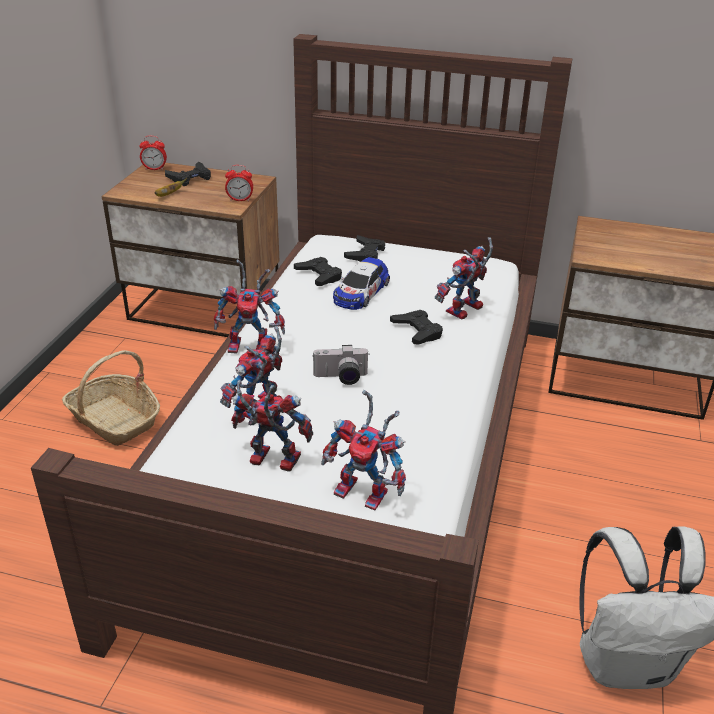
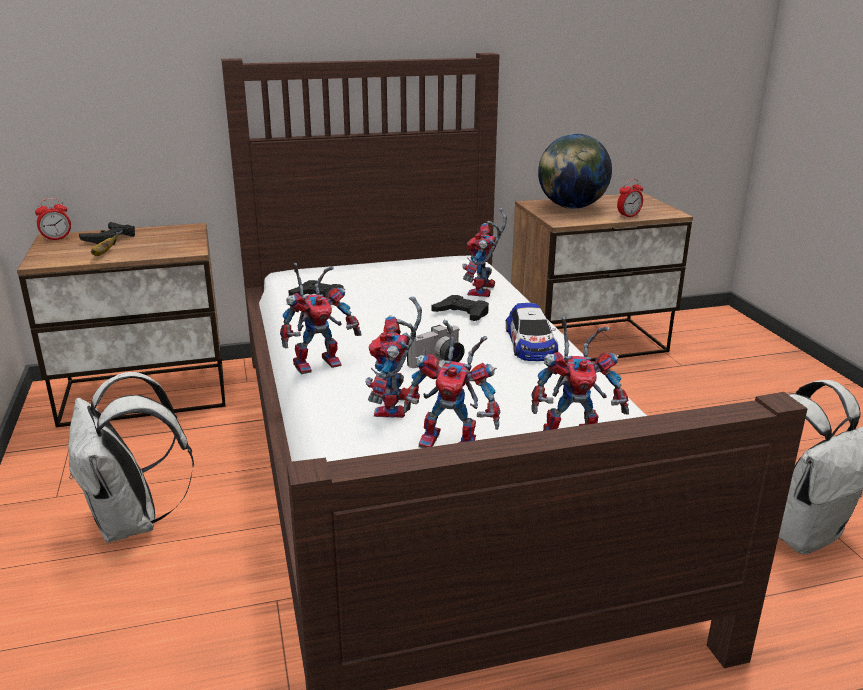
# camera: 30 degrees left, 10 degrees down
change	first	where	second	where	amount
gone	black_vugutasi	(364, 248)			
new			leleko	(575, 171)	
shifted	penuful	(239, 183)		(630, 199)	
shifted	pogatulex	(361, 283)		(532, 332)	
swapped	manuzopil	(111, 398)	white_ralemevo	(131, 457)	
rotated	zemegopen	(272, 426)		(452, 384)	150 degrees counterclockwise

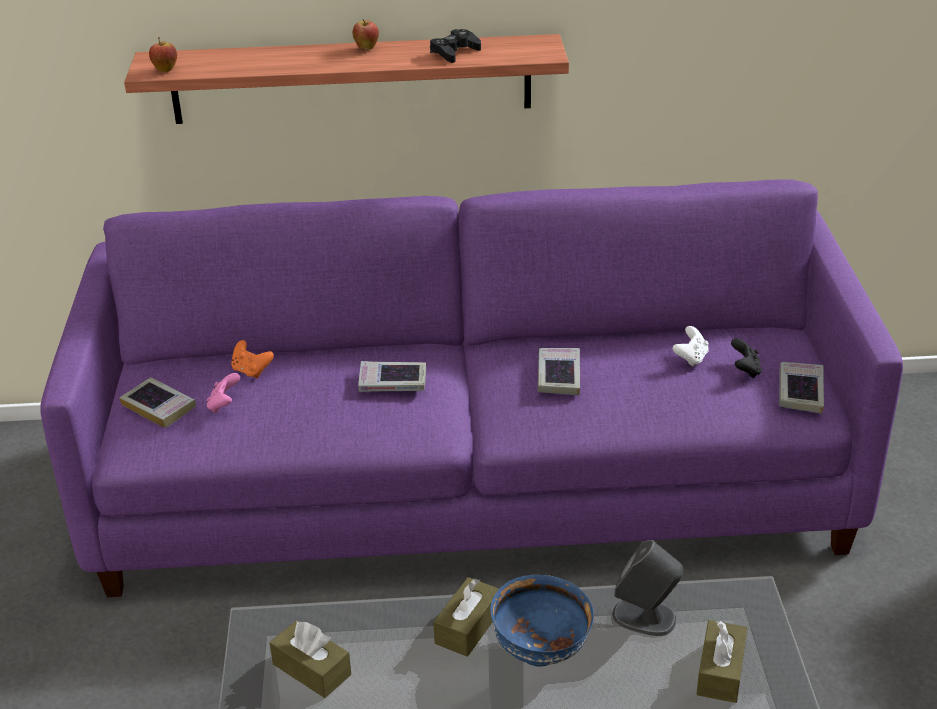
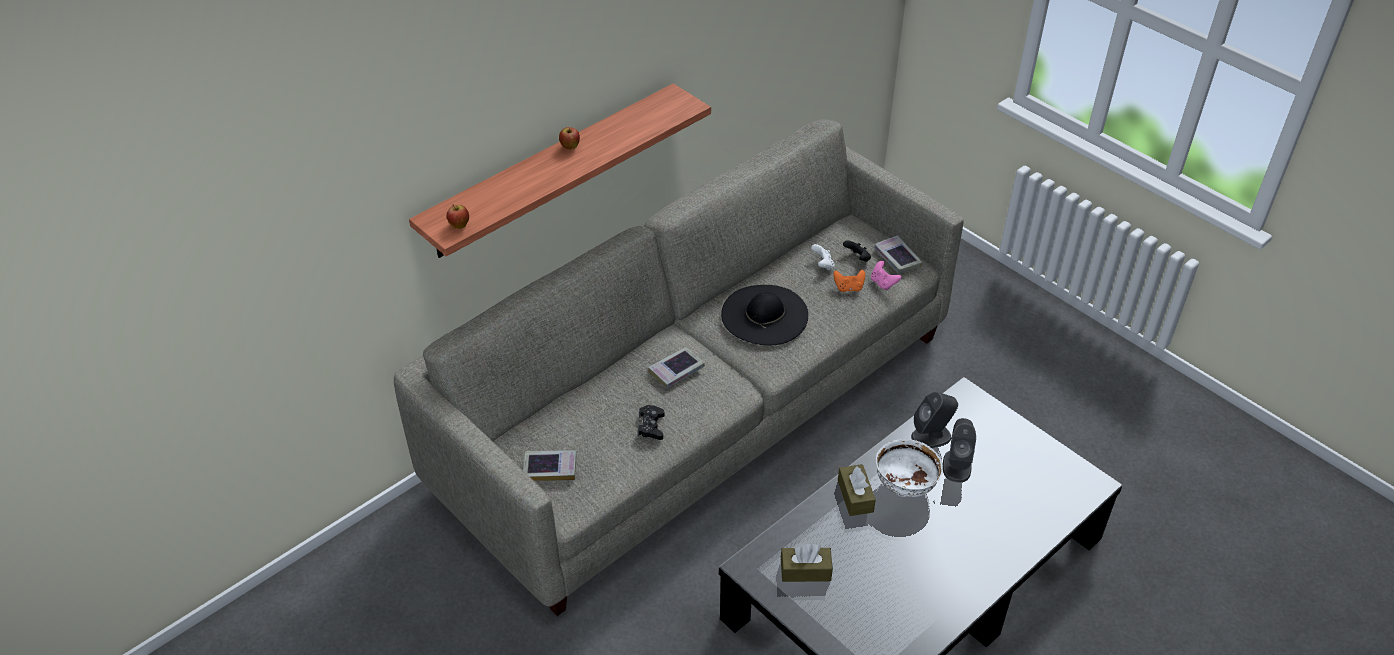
# camera: 40 degrees left, 10 degrees up
change	first	where	second	where	amount
gone	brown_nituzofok	(722, 661)			
new			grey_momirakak	(959, 450)	
shifted	pink_vugutasi	(223, 393)		(886, 275)	
shifted	orange_vugutasi	(252, 359)		(849, 280)	
shifted	black_vugutasi	(455, 46)		(651, 422)	
swapped	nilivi	(559, 372)	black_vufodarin	(764, 315)	
repainted	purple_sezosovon	(471, 388)	grey_sezosovon	(679, 368)	
repainted	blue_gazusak	(542, 621)	white_gazusak	(909, 468)	

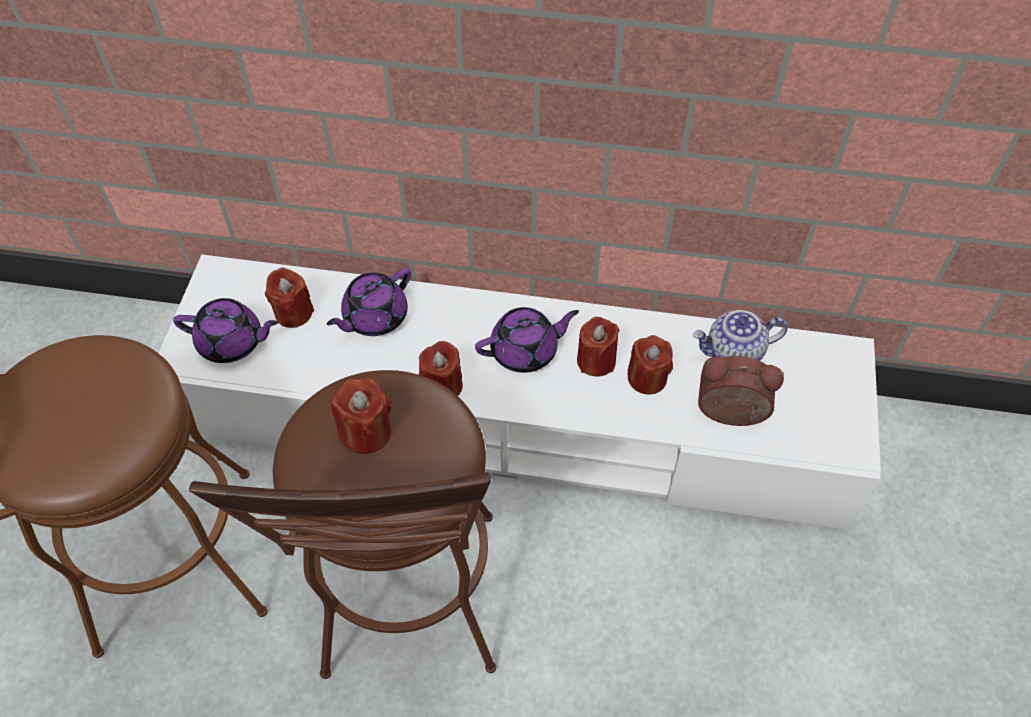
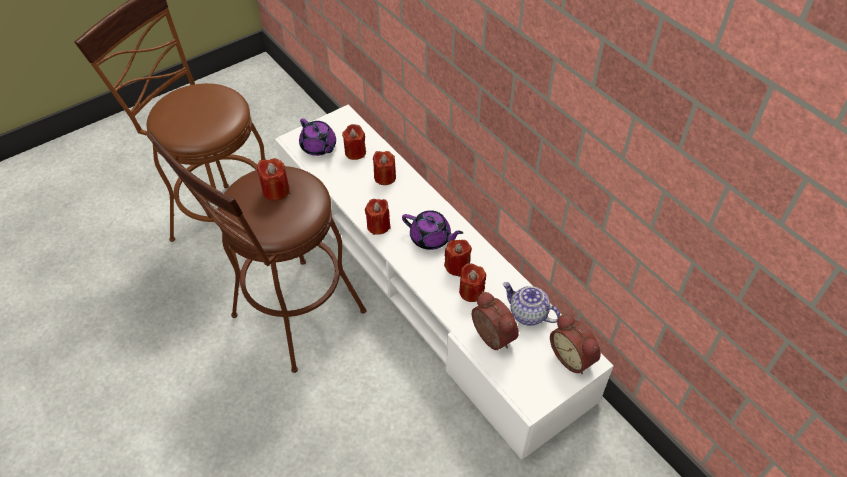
# camera: 45 degrees right, 5 degrees down
change	first	where	second	where	amount
new			penuful	(575, 344)	
swapped	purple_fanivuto	(369, 302)	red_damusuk	(384, 168)	

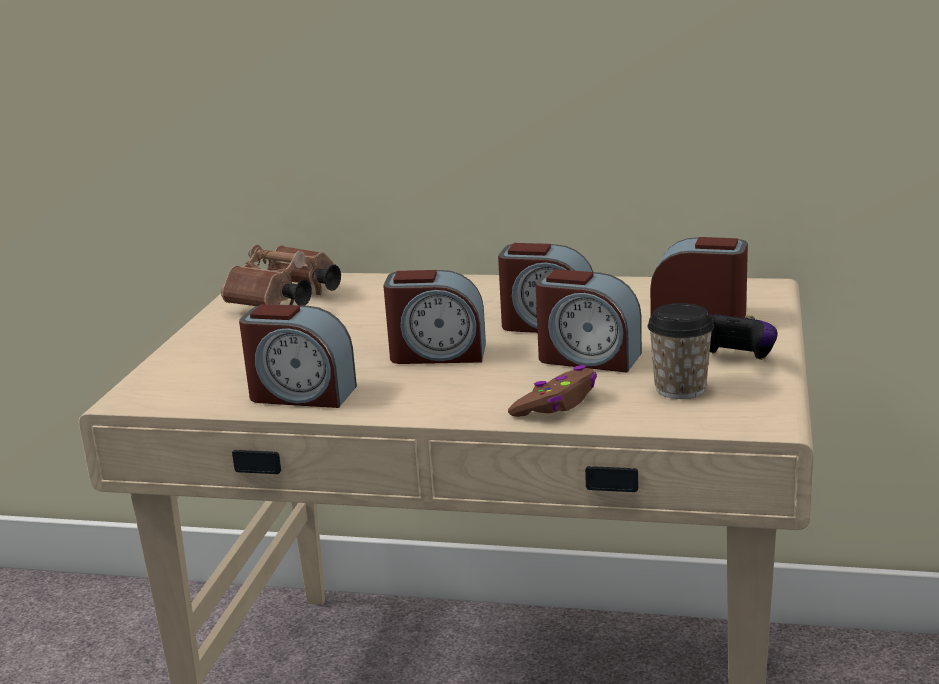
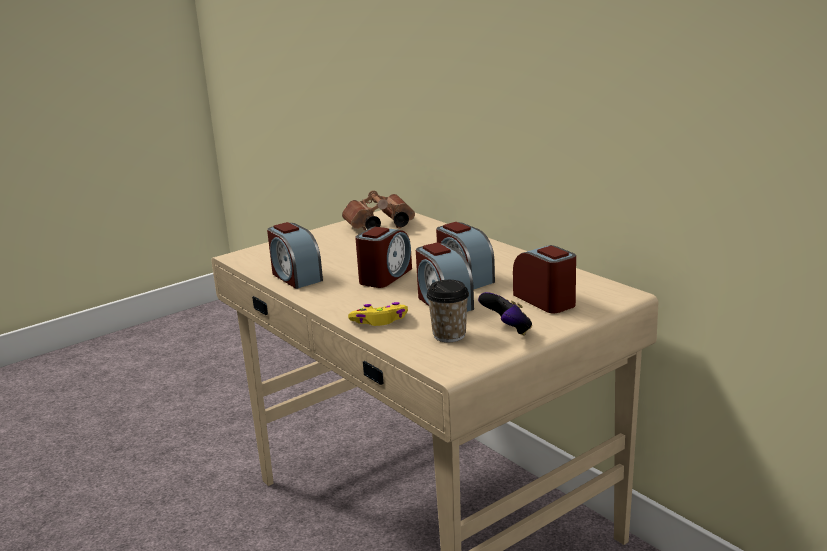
# camera: 40 degrees right, 0 degrees up
change	first	where	second	where	amount
repainted	brown_vugutasi	(552, 391)	yellow_vugutasi	(378, 314)	
rotated	penuful	(434, 317)		(383, 257)	105 degrees counterclockwise

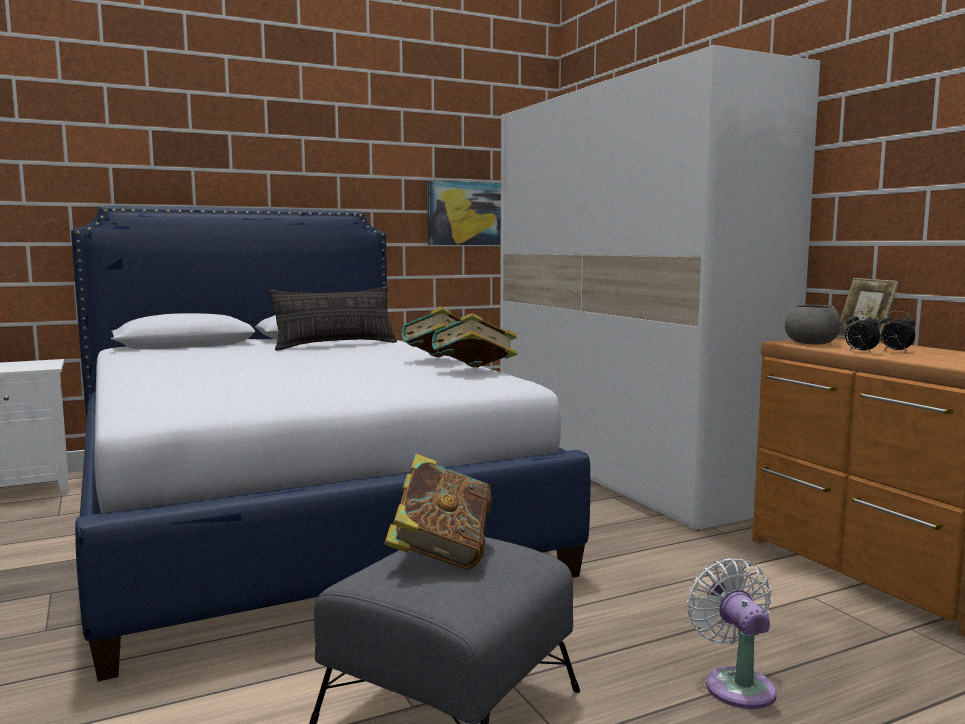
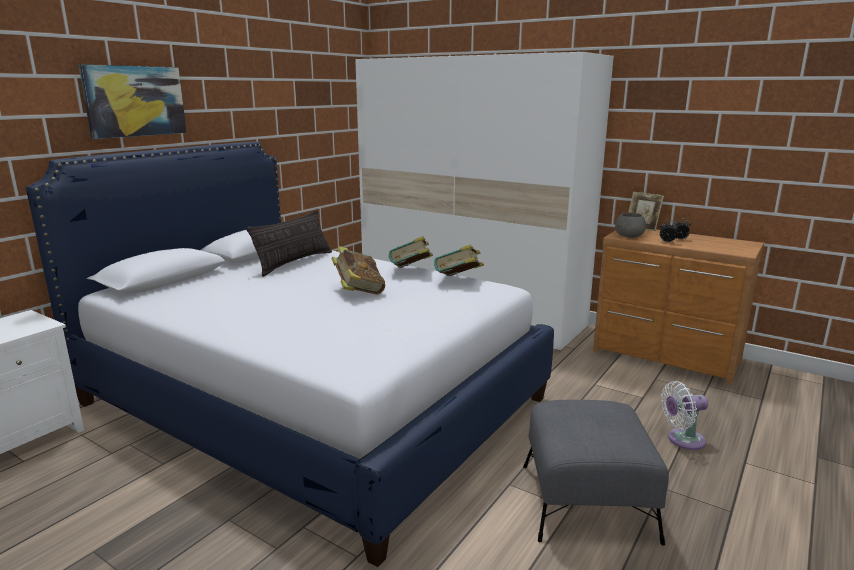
# camera: 30 degrees left, 10 degrees up
change	first	where	second	where	amount
shifted	nilivi	(438, 512)		(358, 270)	
shifted	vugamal	(464, 213)		(132, 101)	
rotated	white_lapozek	(732, 633)		(684, 415)	60 degrees counterclockwise

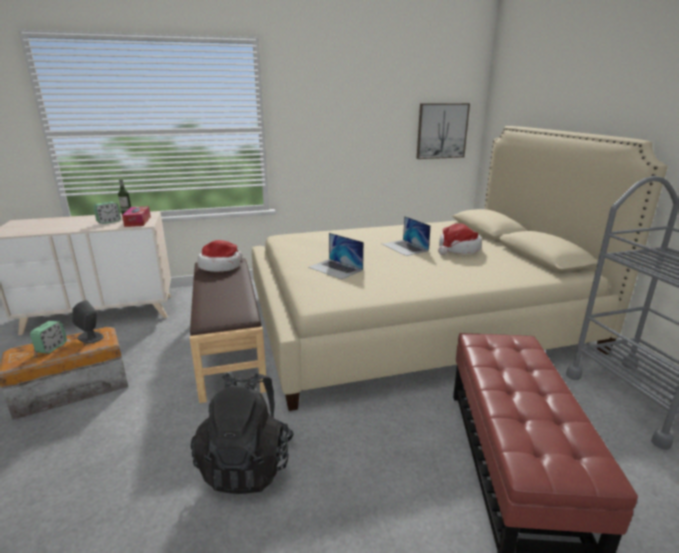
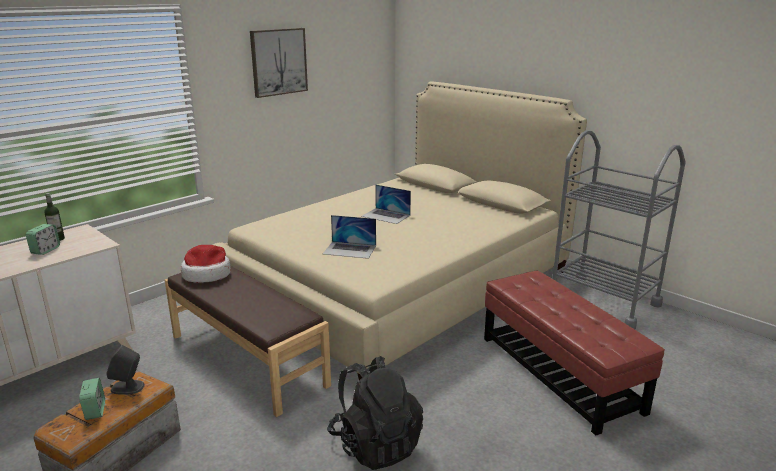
# camera: 30 degrees left, 0 degrees up
change	first	where	second	where	amount
gone	nituzofok	(136, 216)			
gone	vufodarin	(460, 239)			
shifted	vugamal	(443, 131)		(279, 63)	

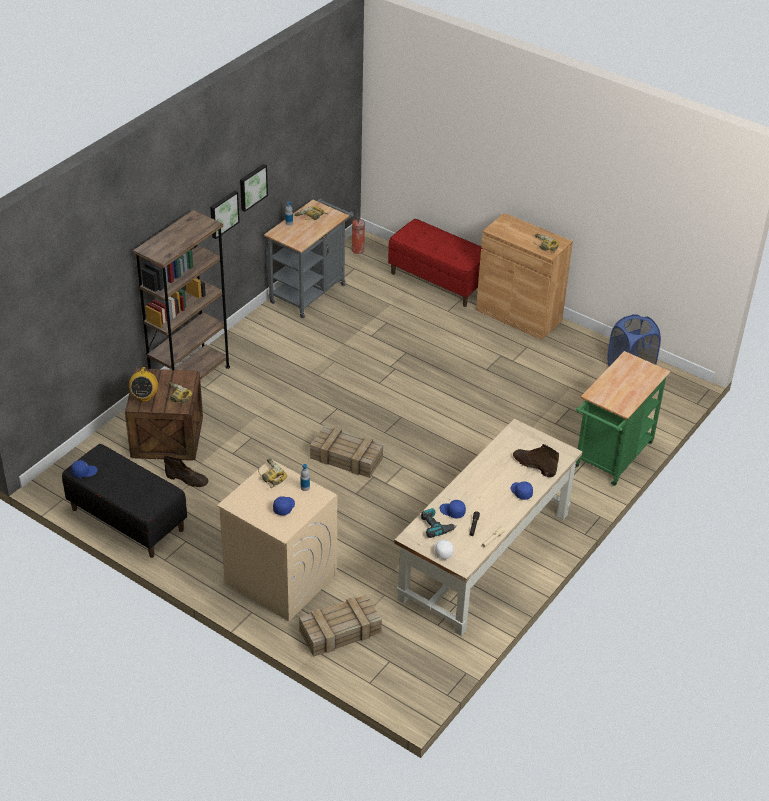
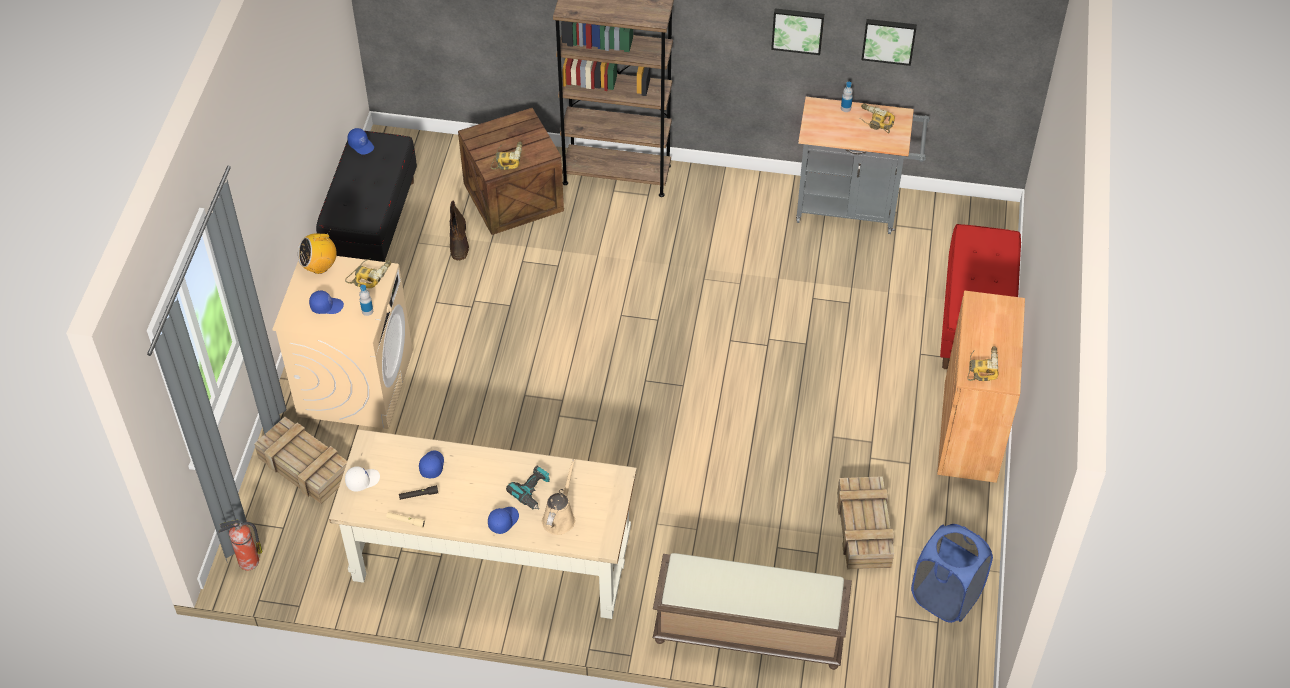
# camera: 65 degrees right, 10 degrees up
change	first	where	second	where	amount
shifted	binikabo	(143, 384)		(317, 253)	
shifted	vugamal	(225, 214)		(889, 42)	
shifted	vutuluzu	(346, 452)		(865, 522)	
shifted	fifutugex	(358, 233)		(240, 545)	
shifted	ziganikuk	(439, 523)		(528, 487)	
swapped	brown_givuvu	(536, 460)	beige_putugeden	(558, 497)	
swapped	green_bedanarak	(622, 418)	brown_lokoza	(752, 611)	

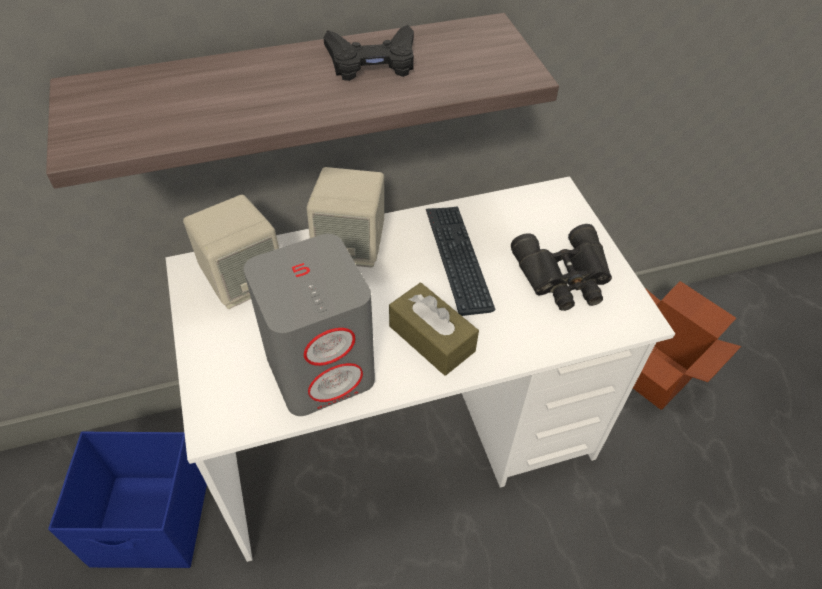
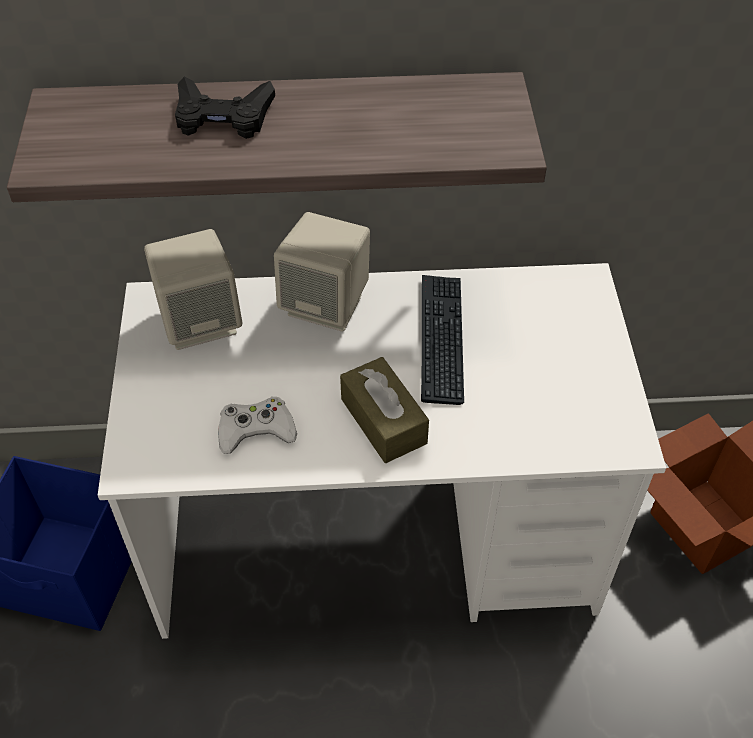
# camera: 15 degrees right, 0 degrees up
change	first	where	second	where	amount
gone	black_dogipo	(561, 267)			
shifted	black_vugutasi	(369, 53)		(225, 108)	
swapped	grey_momirakak	(309, 325)	white_vugutasi	(257, 425)	

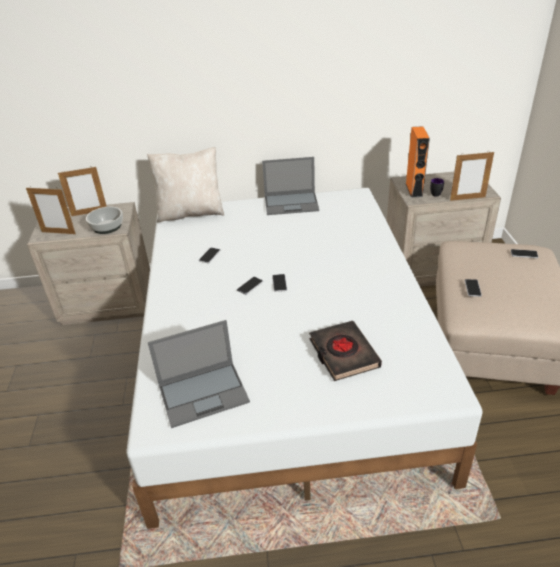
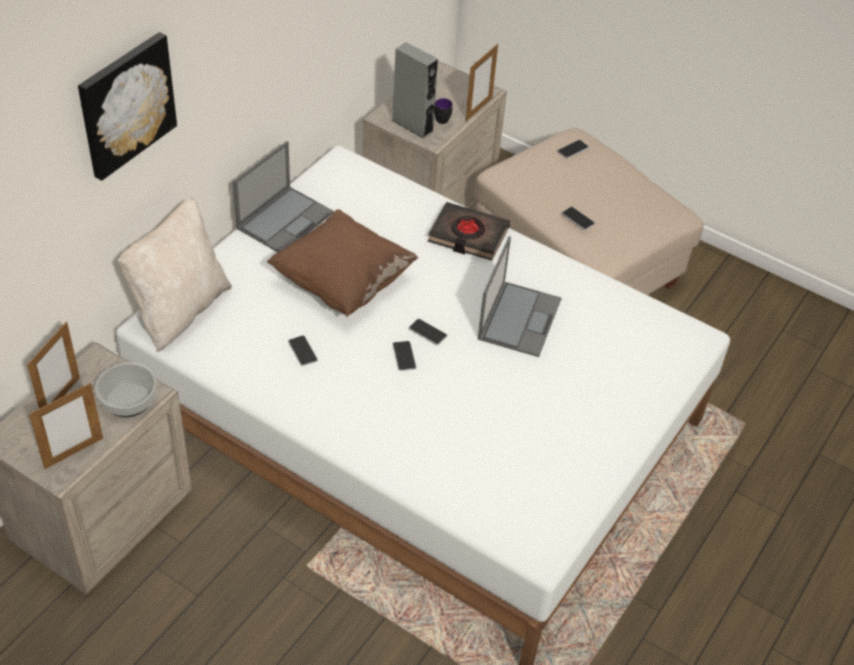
# camera: 55 degrees left, 10 degrees up
change	first	where	second	where	amount
new			vugamal	(127, 106)	
new			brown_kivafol	(343, 263)	
shifted	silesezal	(199, 374)		(520, 296)	
shifted	black_nilivi	(345, 351)		(469, 231)	
repainted	orange_momirakak	(418, 161)	grey_momirakak	(415, 90)	

